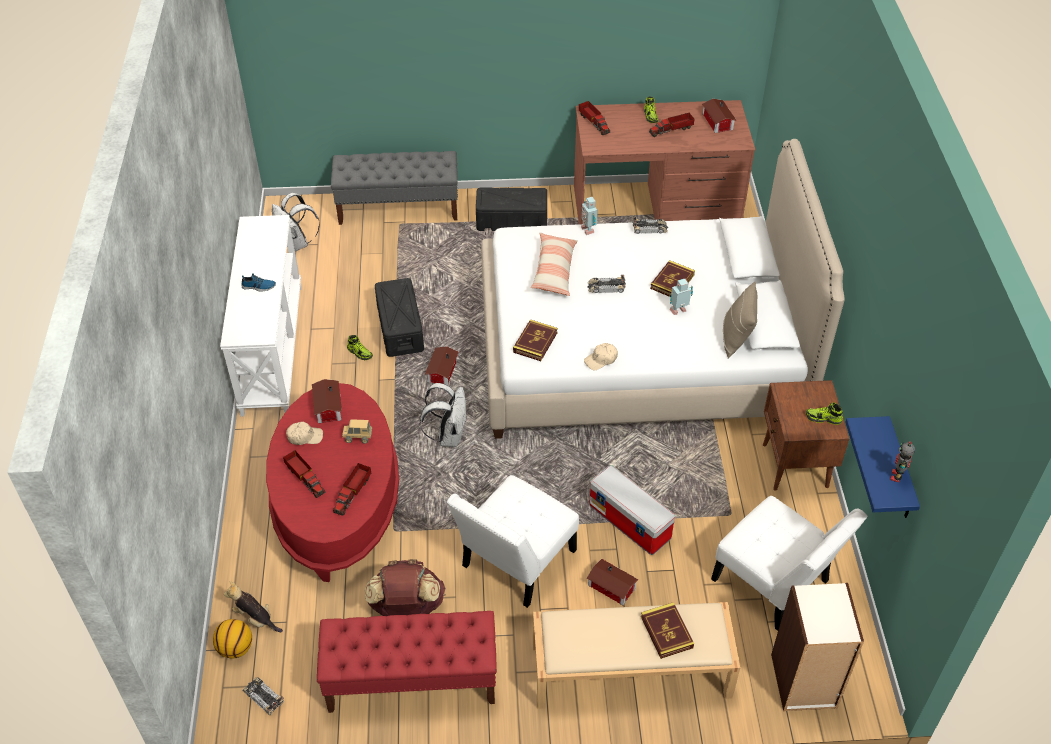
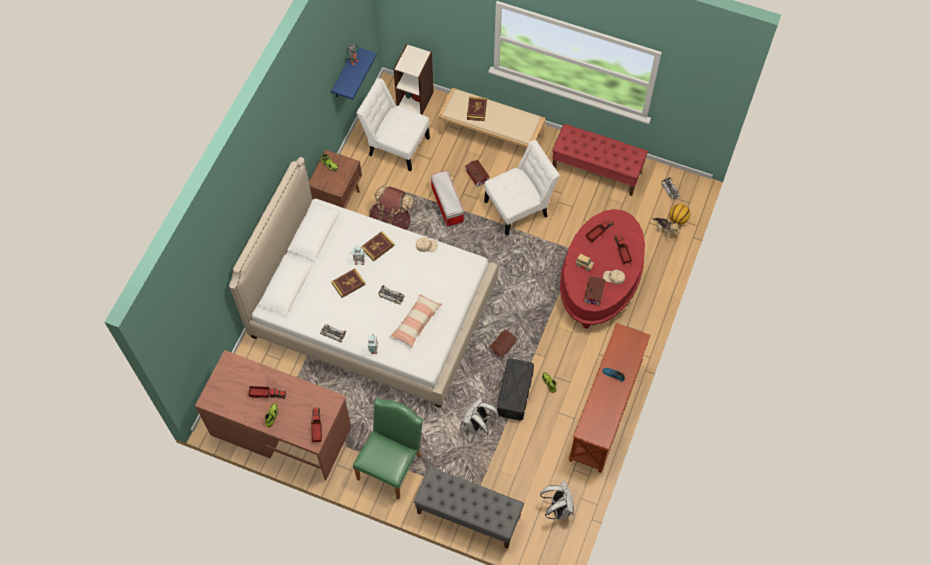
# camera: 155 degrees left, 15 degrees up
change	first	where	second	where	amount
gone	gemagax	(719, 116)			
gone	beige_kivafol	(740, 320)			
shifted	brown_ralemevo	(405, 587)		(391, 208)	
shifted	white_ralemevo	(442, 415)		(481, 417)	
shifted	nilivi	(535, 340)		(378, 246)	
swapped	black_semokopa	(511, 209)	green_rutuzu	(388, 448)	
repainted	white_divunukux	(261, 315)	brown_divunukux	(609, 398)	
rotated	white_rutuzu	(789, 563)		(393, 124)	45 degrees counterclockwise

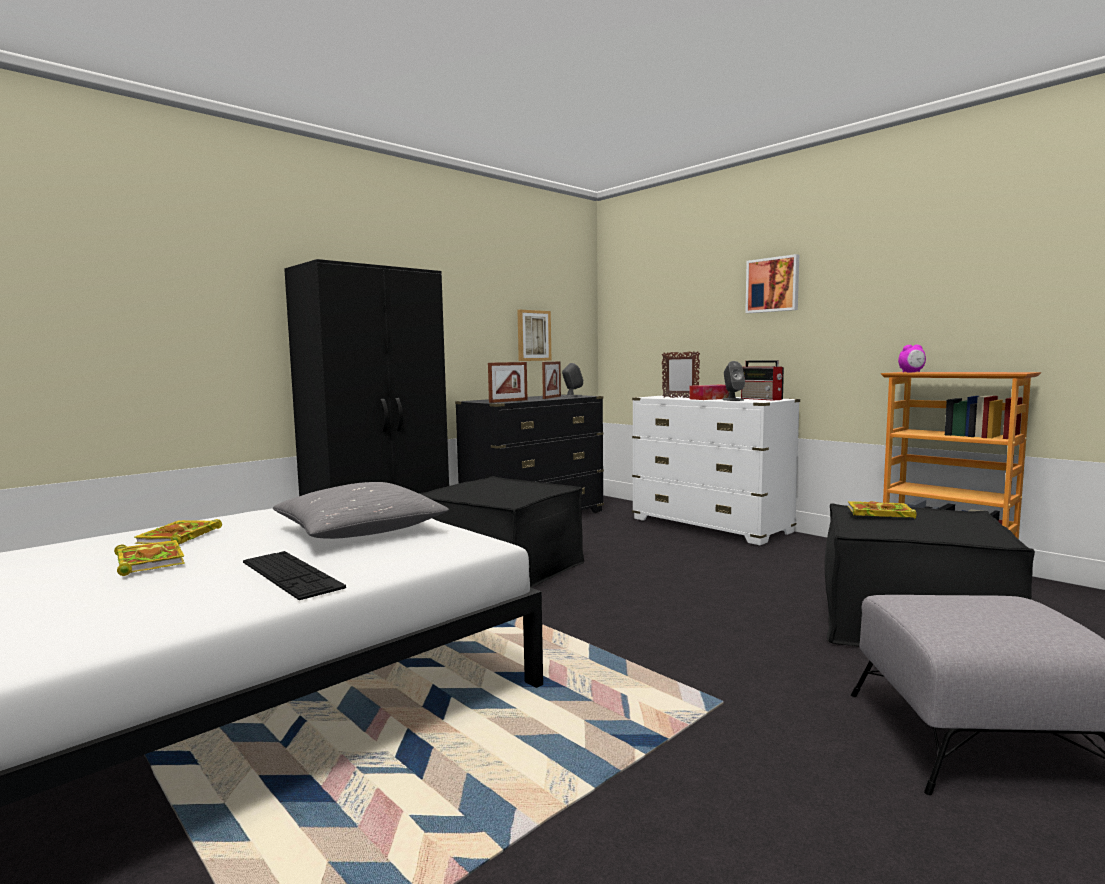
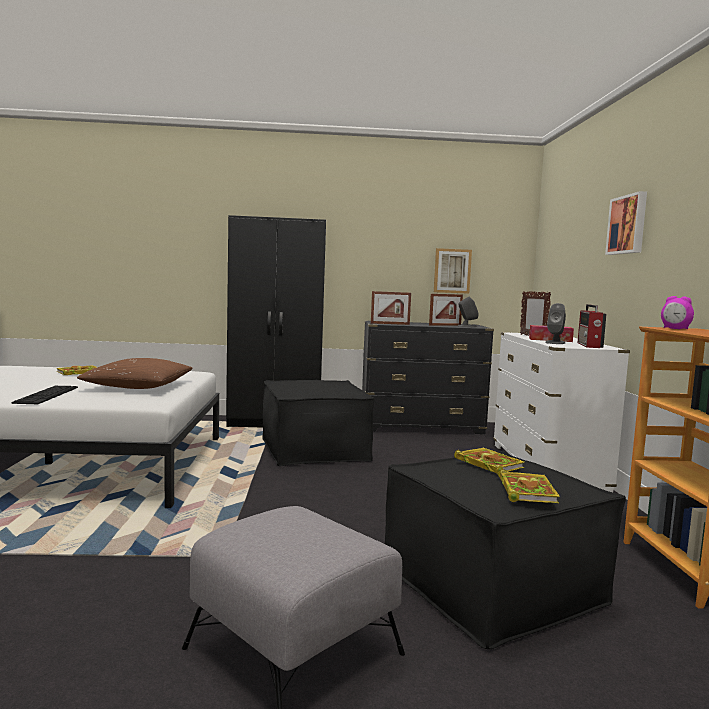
# camera: 40 degrees right, 0 degrees up
change	first	where	second	where	amount
shifted	nilivi	(149, 558)		(529, 486)	
repainted	grey_kivafol	(361, 510)	brown_kivafol	(135, 373)	

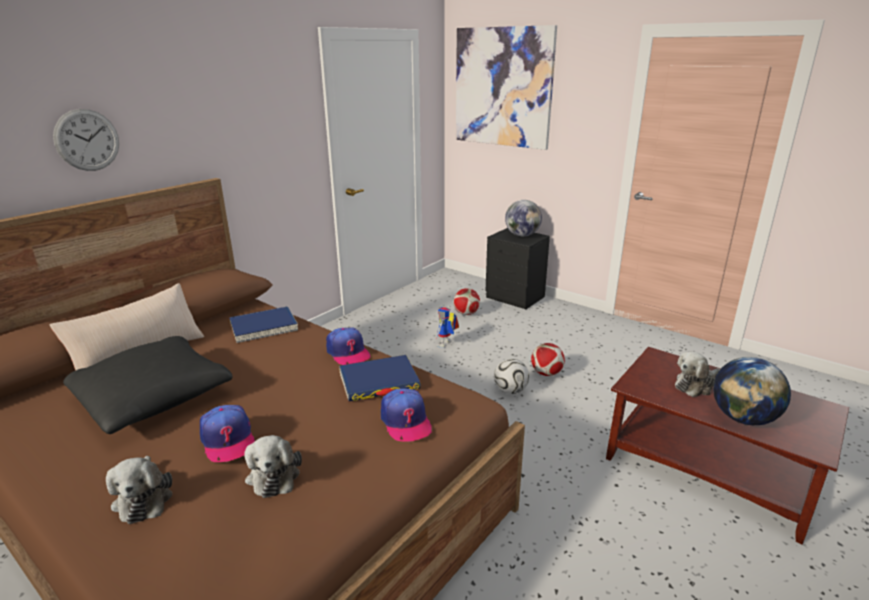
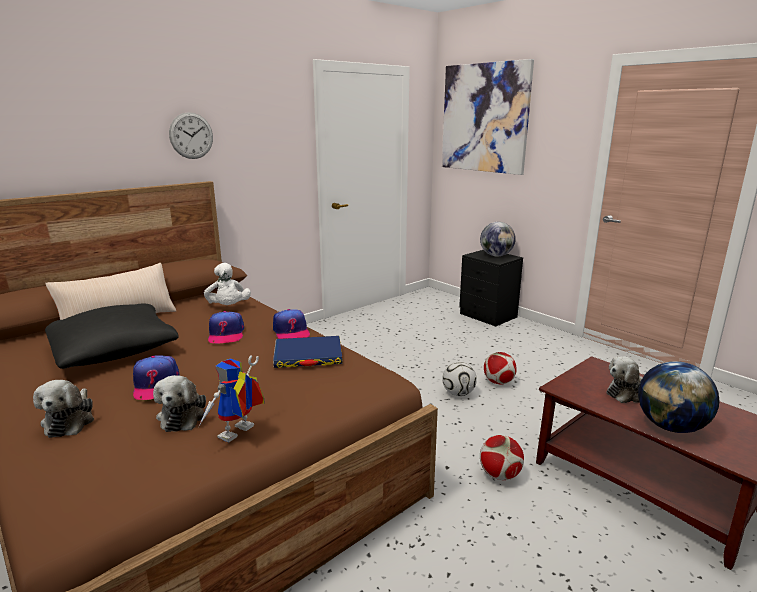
# camera: 10 degrees right, 5 degrees down
change	first	where	second	where	amount
shifted	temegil	(86, 140)		(191, 135)	
shifted	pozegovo	(406, 415)		(226, 327)	
shifted	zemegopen	(447, 326)		(232, 398)	
shifted	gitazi	(466, 301)		(502, 457)	
swapped	blue_nilivi	(263, 324)	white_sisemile	(227, 284)	

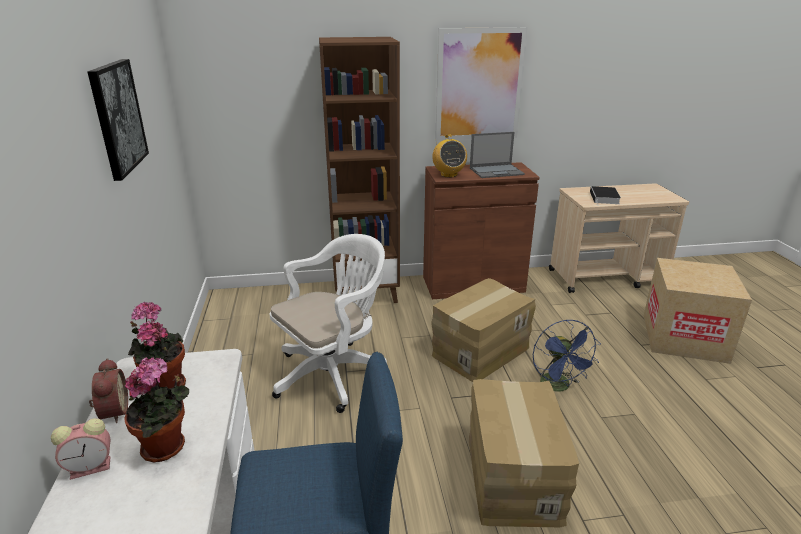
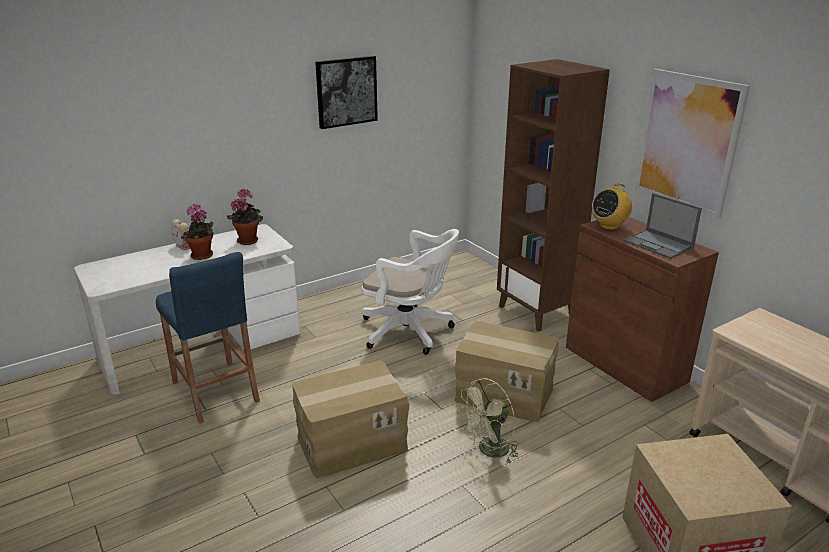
# camera: 65 degrees right, 0 degrees up
change	first	where	second	where	amount
gone	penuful	(108, 390)			
gone	nilivi	(605, 195)			
repainted	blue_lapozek	(567, 355)	green_lapozek	(488, 421)	

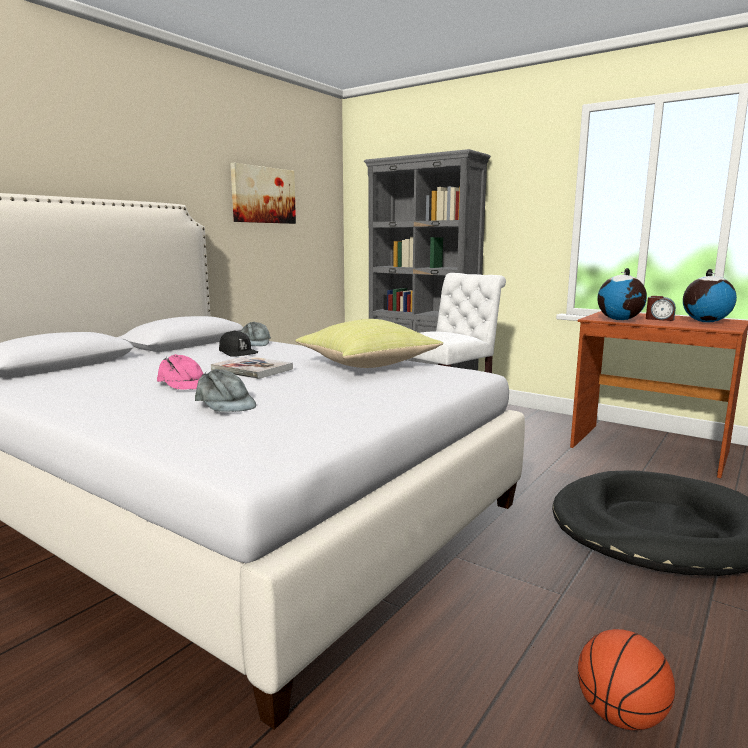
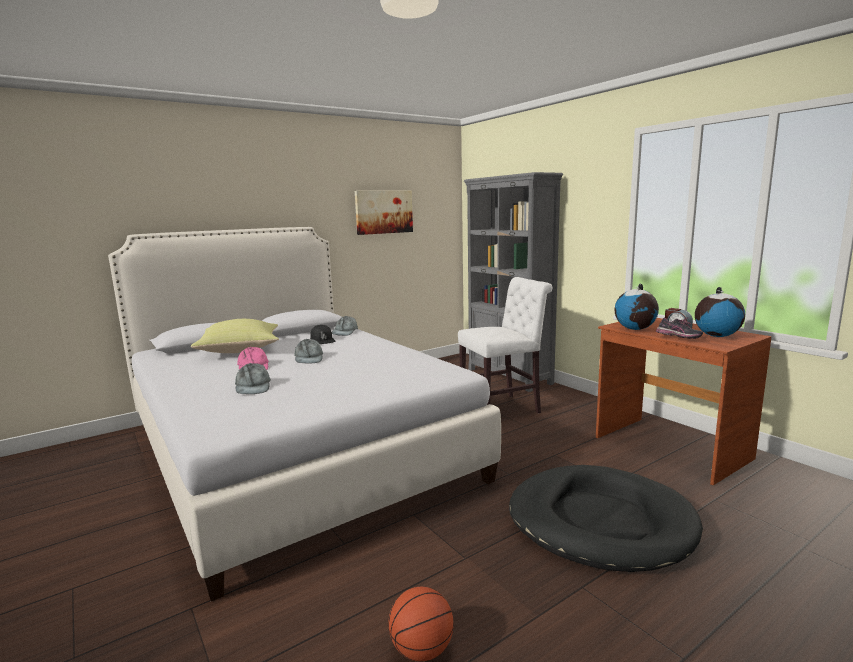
# camera: 20 degrees right, 0 degrees up
change	first	where	second	where	amount
new			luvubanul	(679, 328)	
shifted	yellow_kivafol	(369, 343)		(235, 336)	
swapped	nilivi	(252, 367)	grey_pozegovo	(308, 351)	

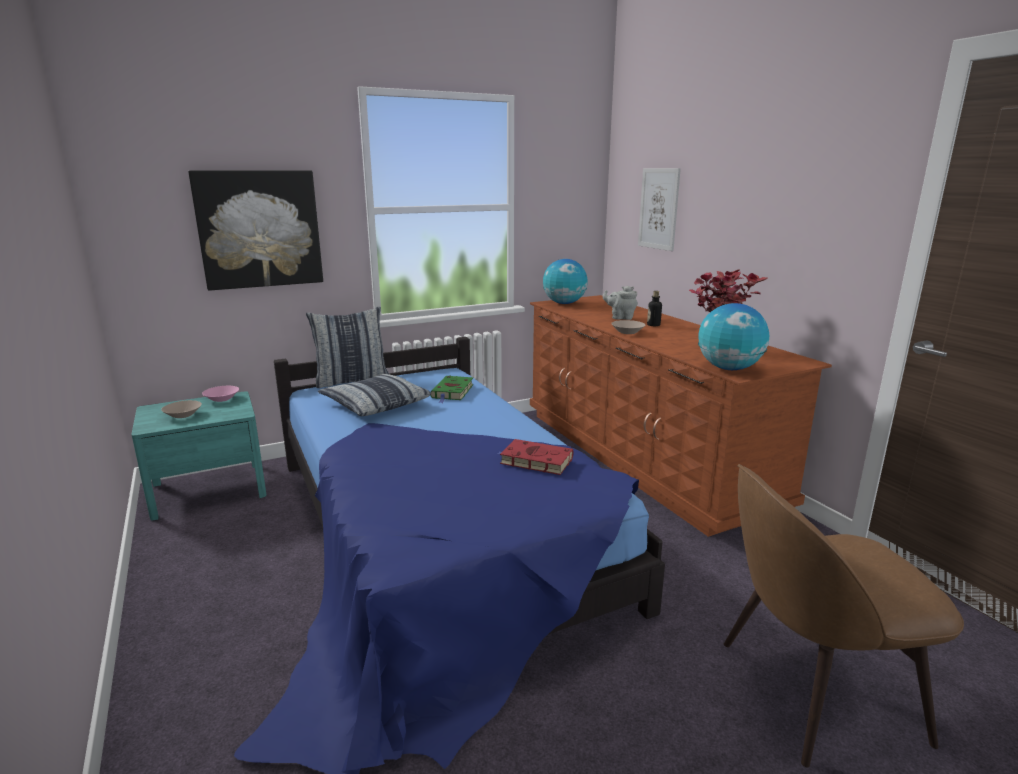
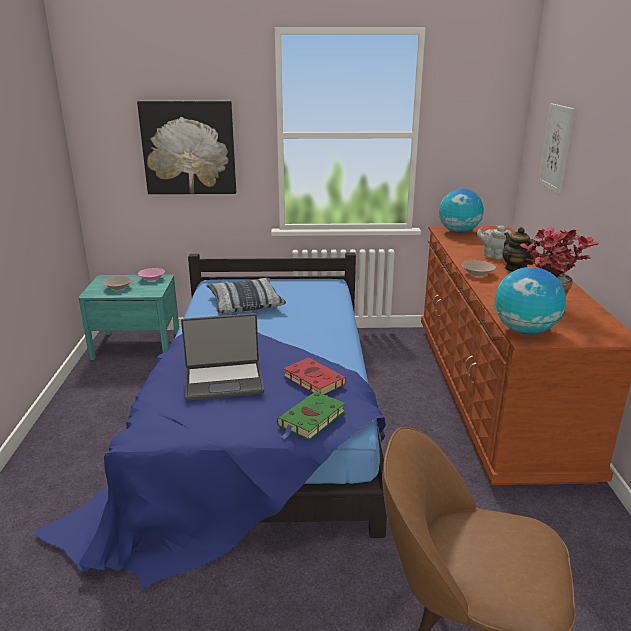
# camera: 25 degrees right, 5 degrees up
change	first	where	second	where	amount
gone	kivafol	(348, 347)			
new			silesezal	(222, 357)	
shifted	green_nilivi	(451, 389)		(311, 415)	
swapped	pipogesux	(654, 308)	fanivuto	(519, 249)	

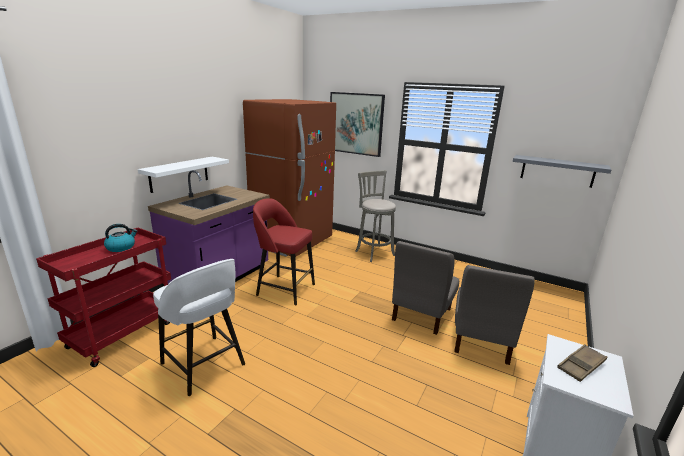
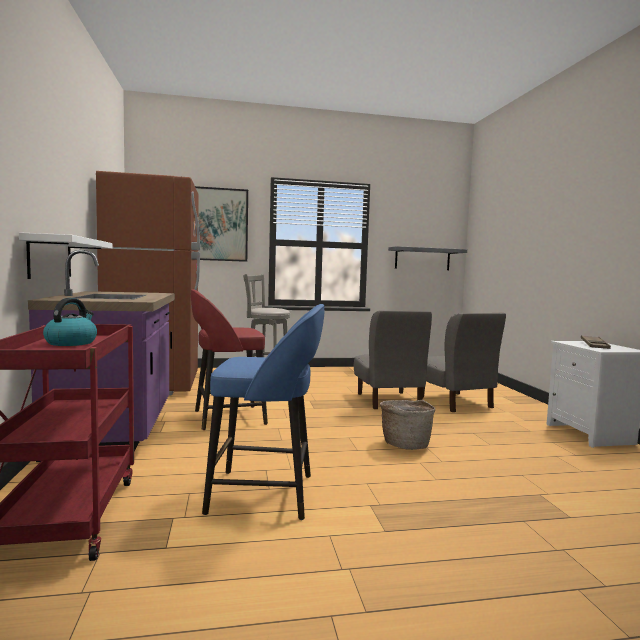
# camera: 40 degrees left, 15 degrees down
change	first	where	second	where	amount
new			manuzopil	(407, 425)	
repainted	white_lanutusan	(199, 327)	blue_lanutusan	(263, 412)	

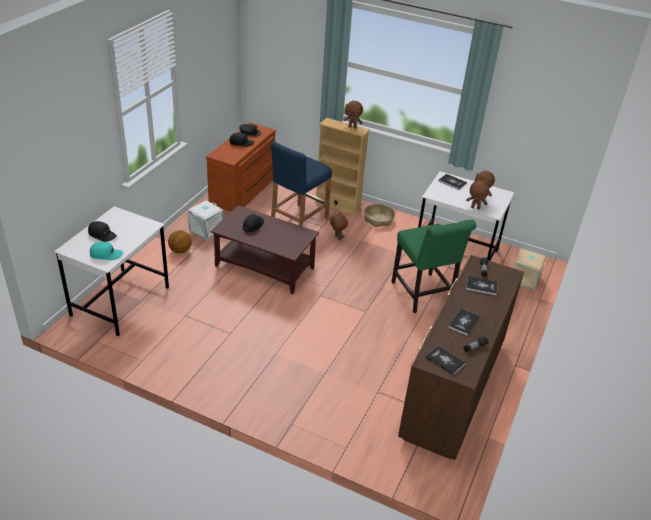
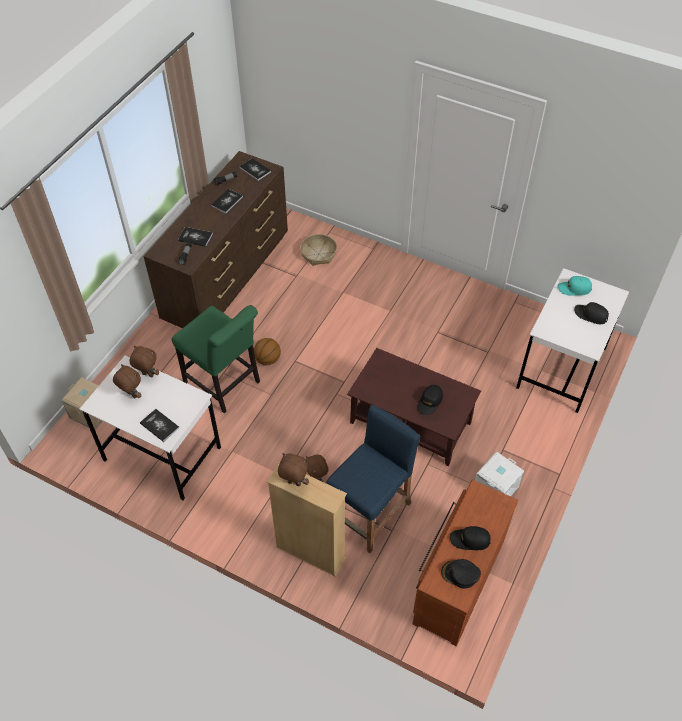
# camera: 175 degrees left, 15 degrees up
change	first	where	second	where	amount
shifted	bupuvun	(180, 241)		(267, 351)	
shifted	manuzopil	(379, 215)		(318, 250)	
rotated	green_rutuzu	(433, 266)		(215, 359)	150 degrees clockwise

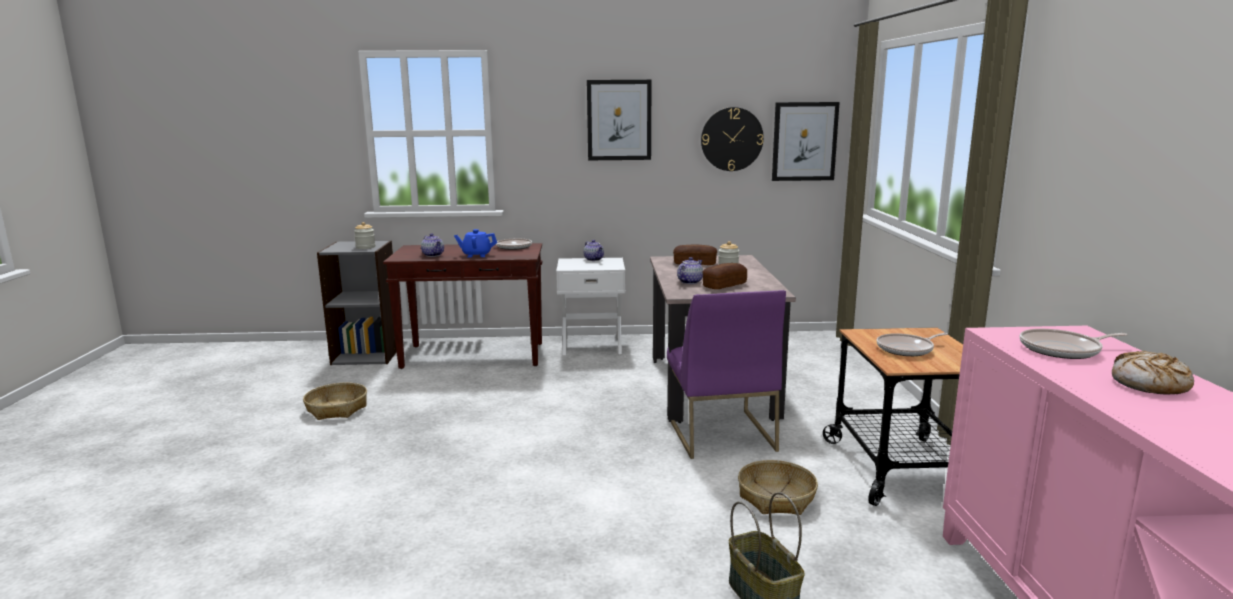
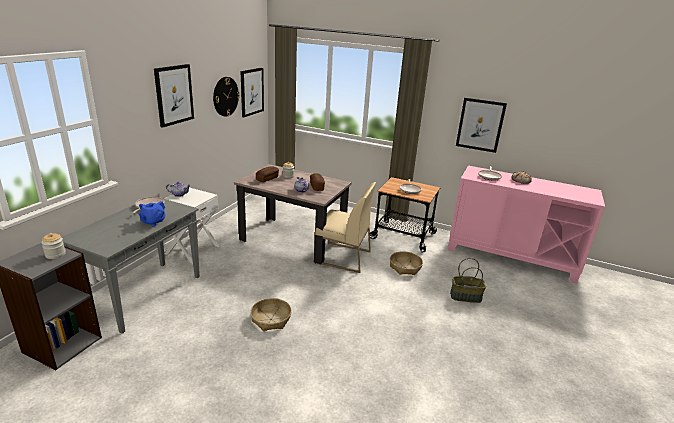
# camera: 65 degrees left, 10 degrees up
change	first	where	second	where	amount
gone	fanivuto	(432, 245)			
new			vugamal	(481, 125)	
shifted	manuzopil	(335, 401)		(271, 314)	
repainted	brown_divunukux	(462, 306)	grey_divunukux	(131, 264)	
repainted	purple_rutuzu	(726, 374)	beige_rutuzu	(345, 227)	

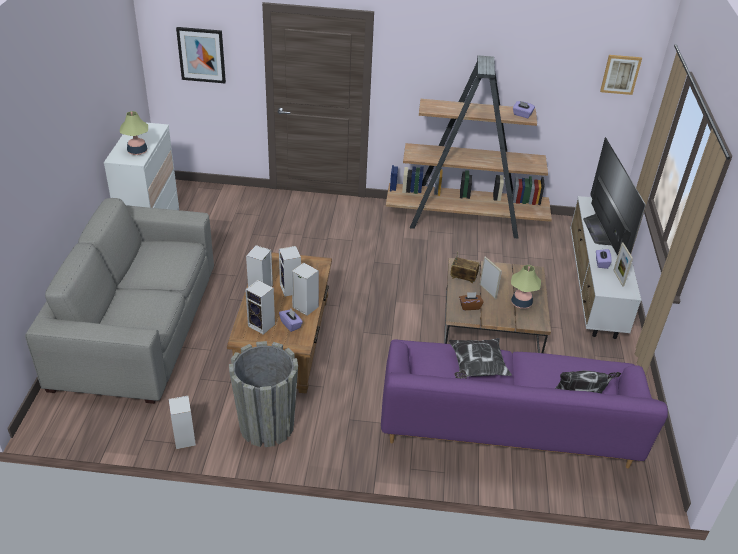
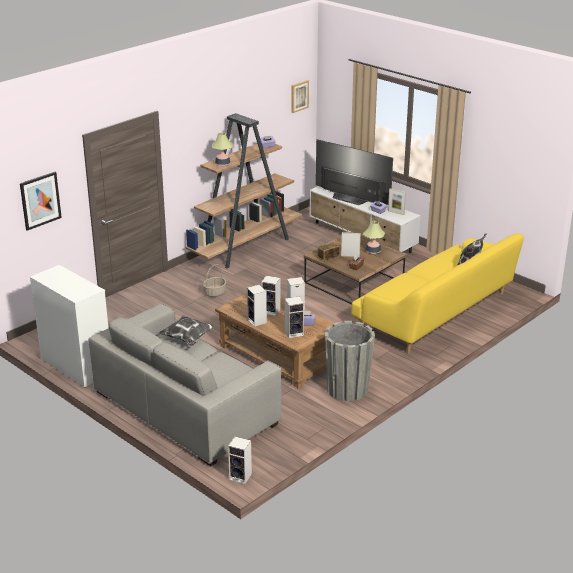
# camera: 50 degrees left, 10 degrees down
change	first	where	second	where	amount
new			manuzopil	(214, 280)	
shifted	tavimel	(134, 133)		(222, 149)	
shifted	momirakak	(182, 422)		(240, 460)	
shifted	kivafol	(480, 358)		(187, 330)	
repainted	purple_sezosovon	(524, 404)	yellow_sezosovon	(437, 293)	

